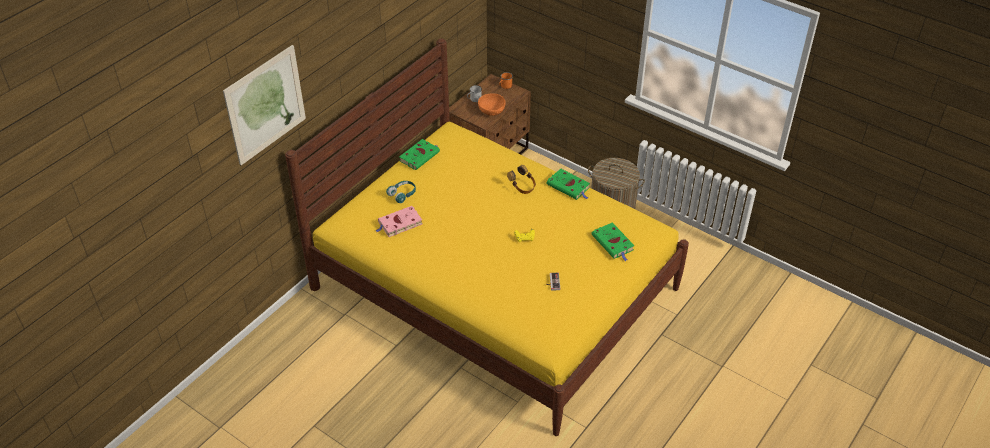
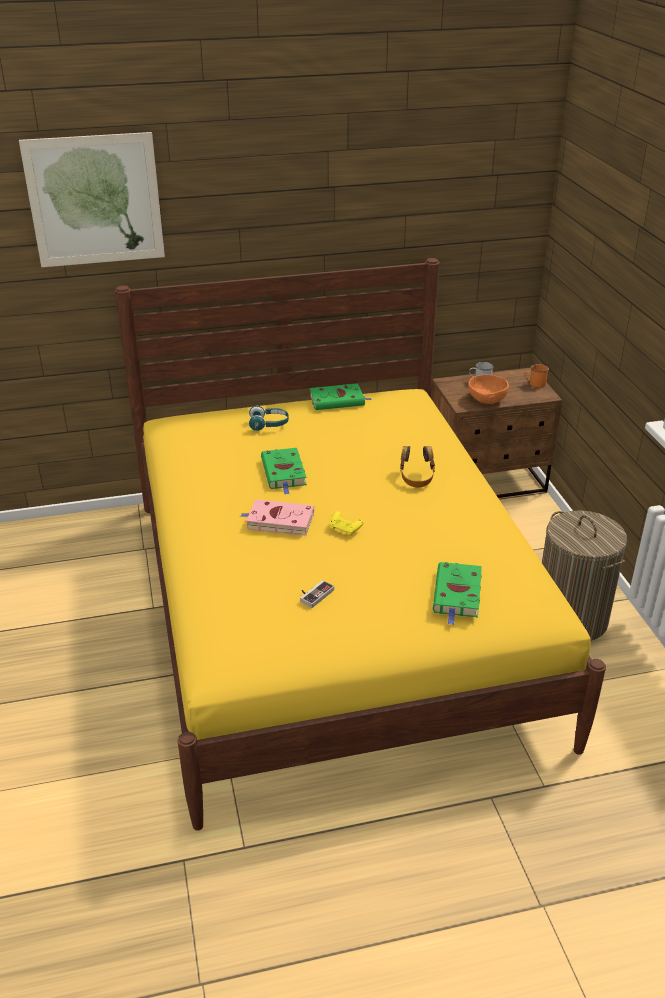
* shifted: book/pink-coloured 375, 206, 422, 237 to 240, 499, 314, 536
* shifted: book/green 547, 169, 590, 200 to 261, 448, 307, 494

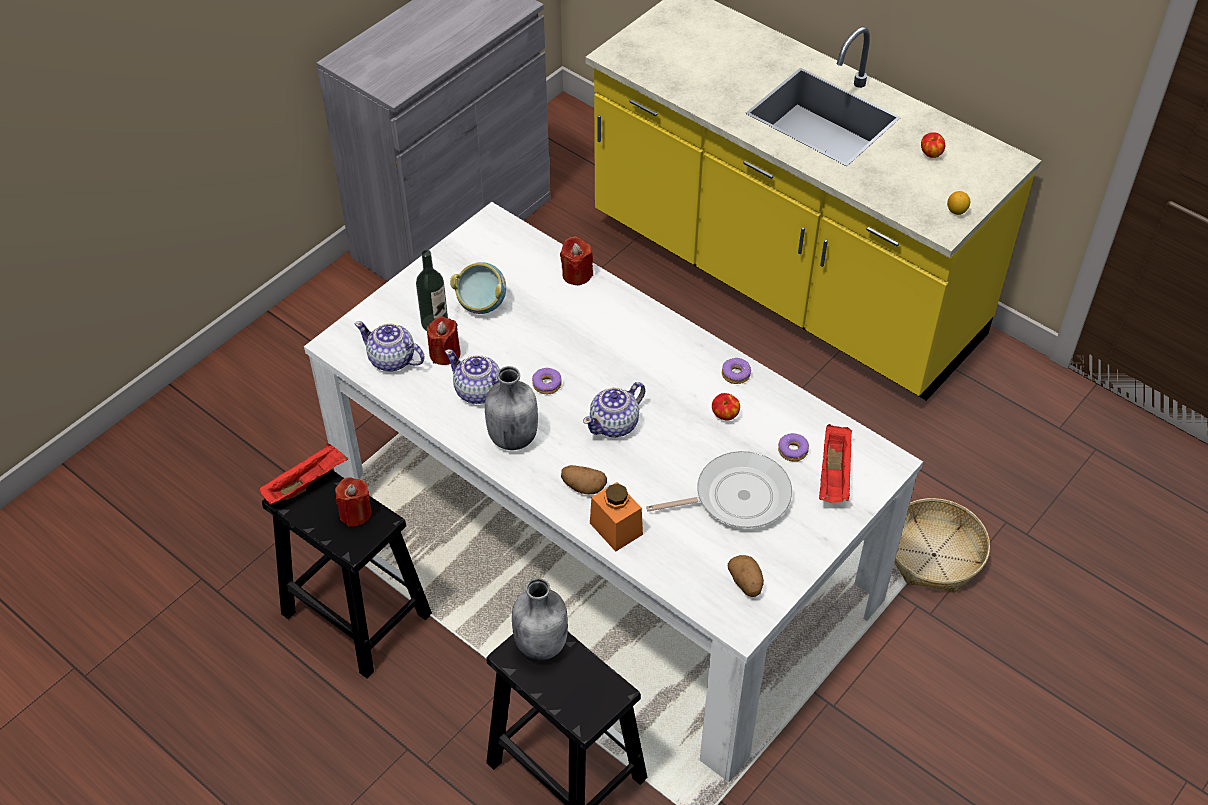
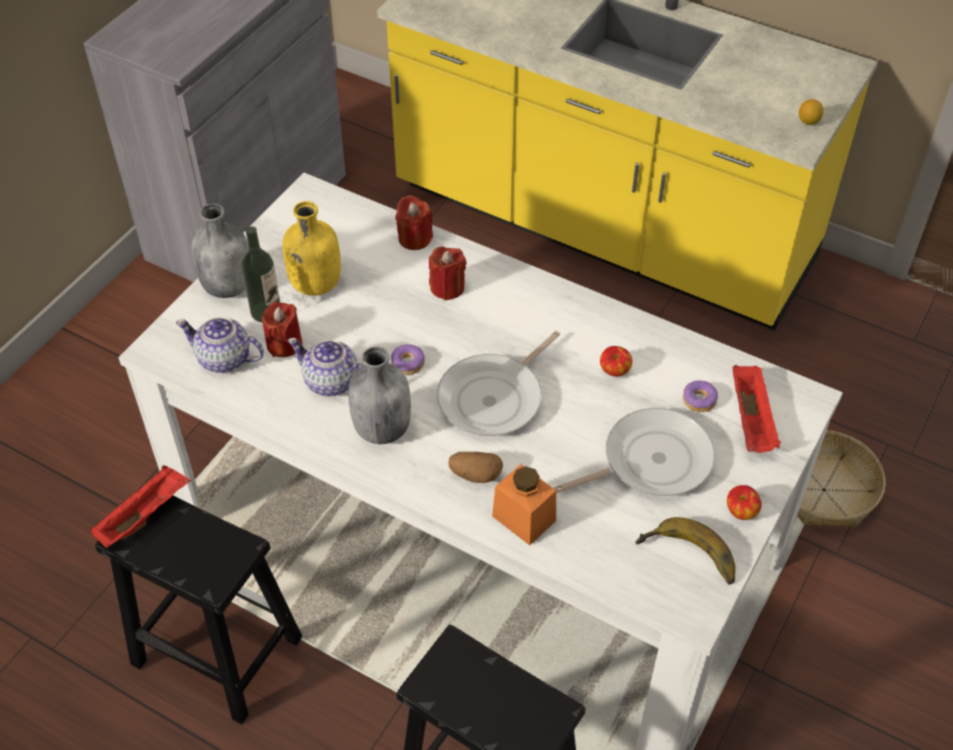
* shifted: beverage bottle/grey 512, 578, 568, 660 to 191, 203, 249, 298
* swapped: serving bowl 450, 262, 506, 314 to beverage bottle/yellowish 283, 201, 341, 296
* shifted: candle/reddish 335, 477, 372, 526 to 429, 247, 467, 300
* swapped: tea pot 583, 382, 645, 437 to frying pan 437, 331, 560, 436
* swapped: spud 728, 555, 764, 597 to banana fruit 635, 517, 735, 585
* shifted: apple fruit 921, 132, 945, 158 to 727, 485, 762, 520
* gone: donut 722, 358, 751, 384

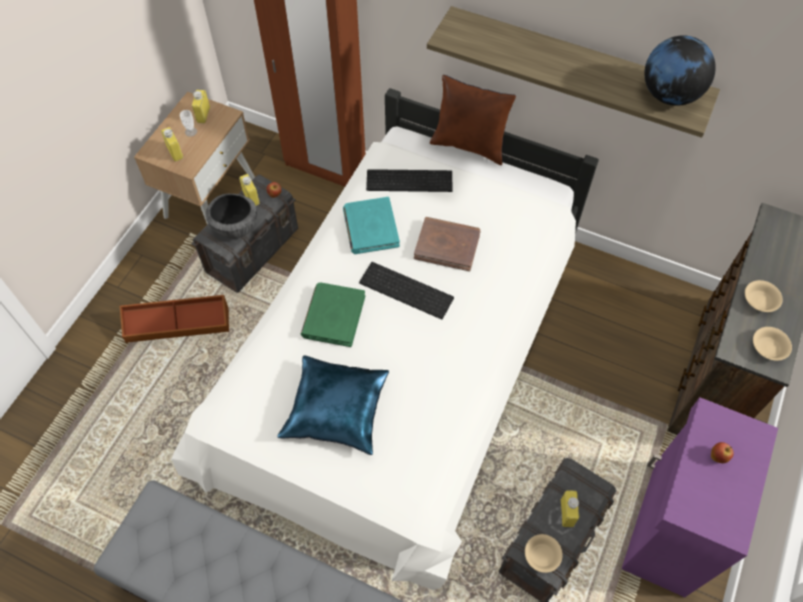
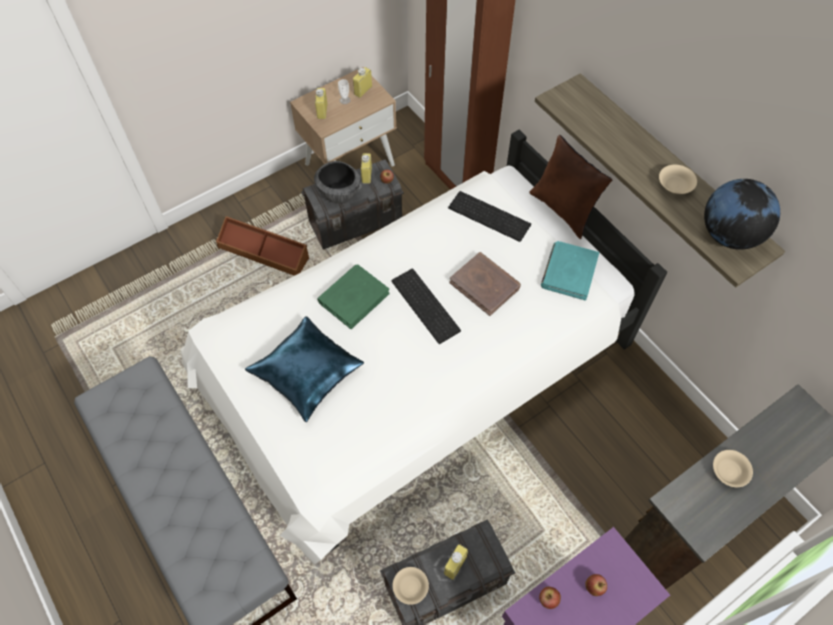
* new: apple fruit 539, 587, 561, 609
* shifted: book/turquoise-coloured 343, 197, 400, 254 to 541, 241, 599, 300
* shifted: serving bowl/sand-coloured 753, 327, 792, 361 to 659, 165, 697, 194

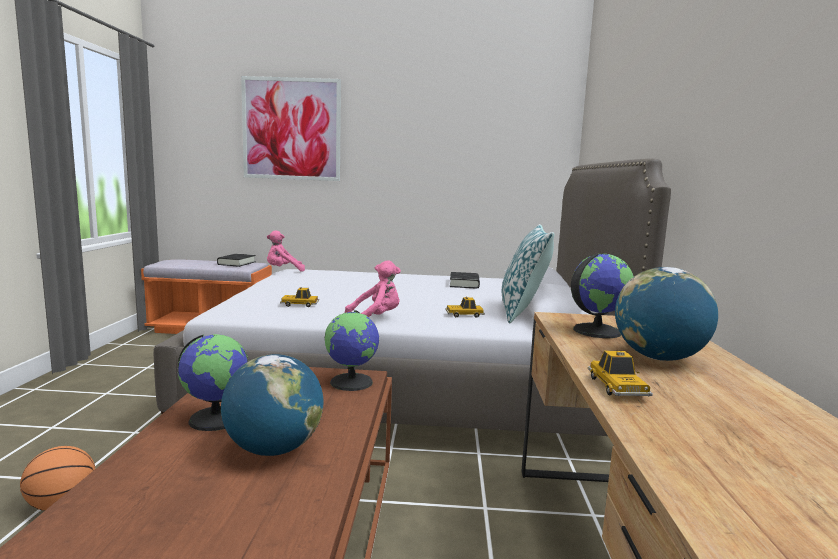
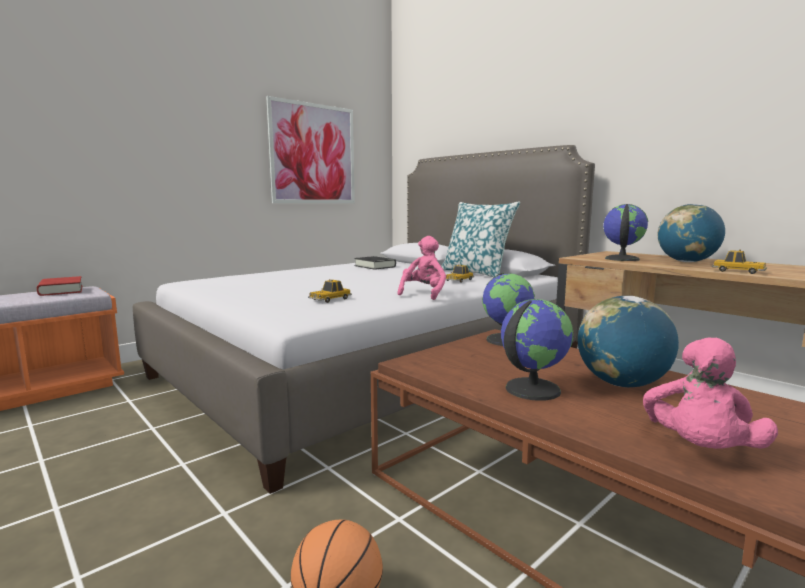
* repainted: book/black 217, 254, 256, 267 to book/reddish 37, 276, 83, 296
* shifted: picture 241, 76, 341, 181 to 266, 96, 355, 203
* shifted: cuddly toy/pink-coloured 267, 230, 305, 272 to 643, 338, 778, 449

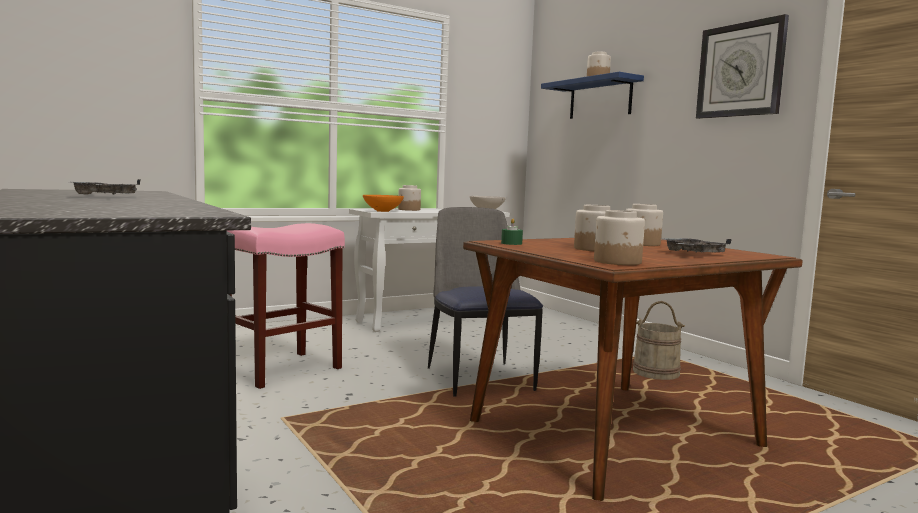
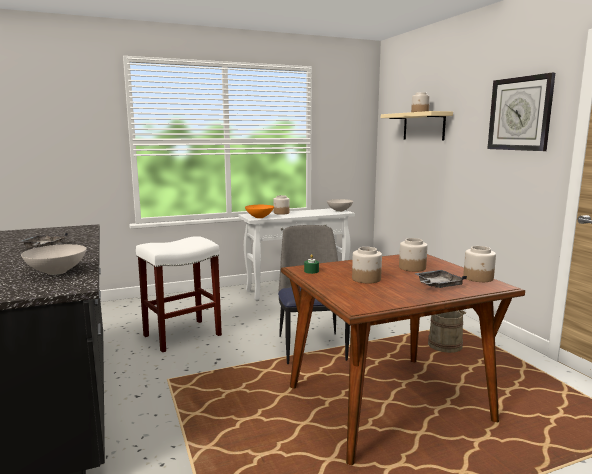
* new: serving bowl/whitish 21, 244, 86, 275
* repainted: stool seat/pink-coloured 226, 223, 345, 389 to stool seat/whitish 136, 236, 222, 353
* repainted: wall shelf/blue-coloured 541, 72, 644, 119 to wall shelf/sand-coloured 381, 111, 453, 140
* shifted: jar 594, 210, 645, 265 to 463, 246, 496, 282

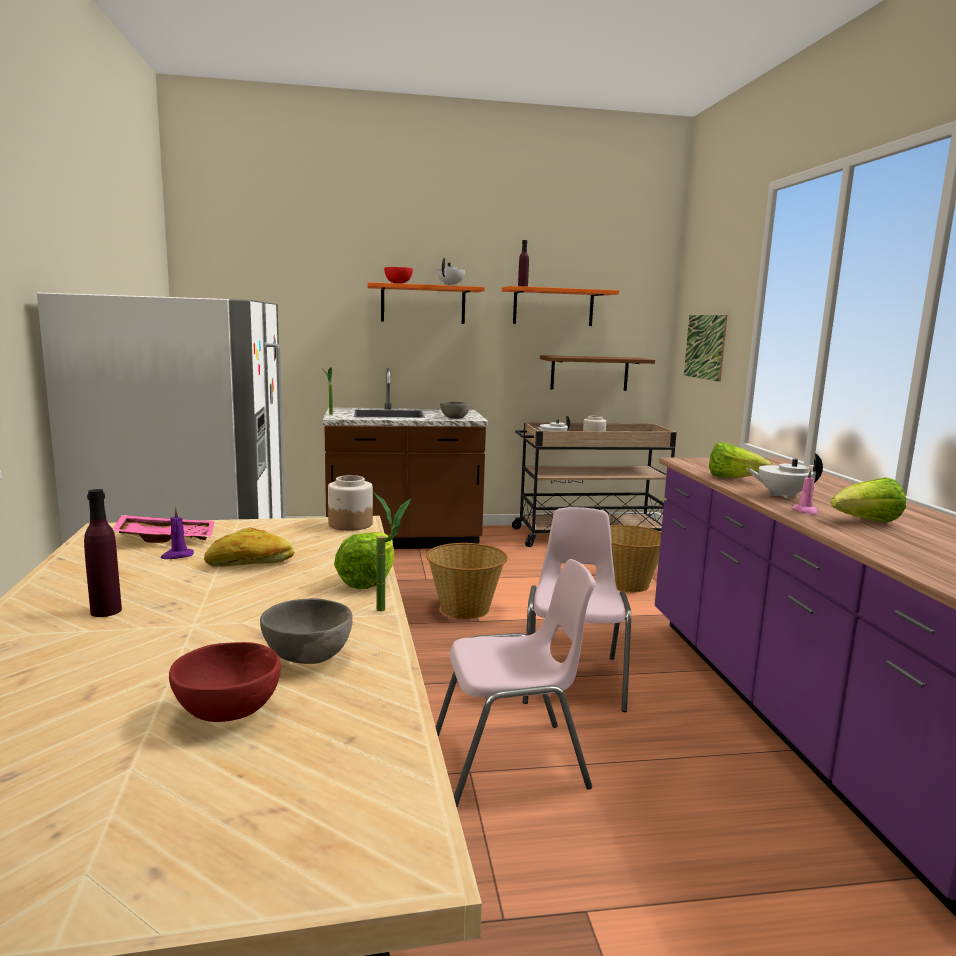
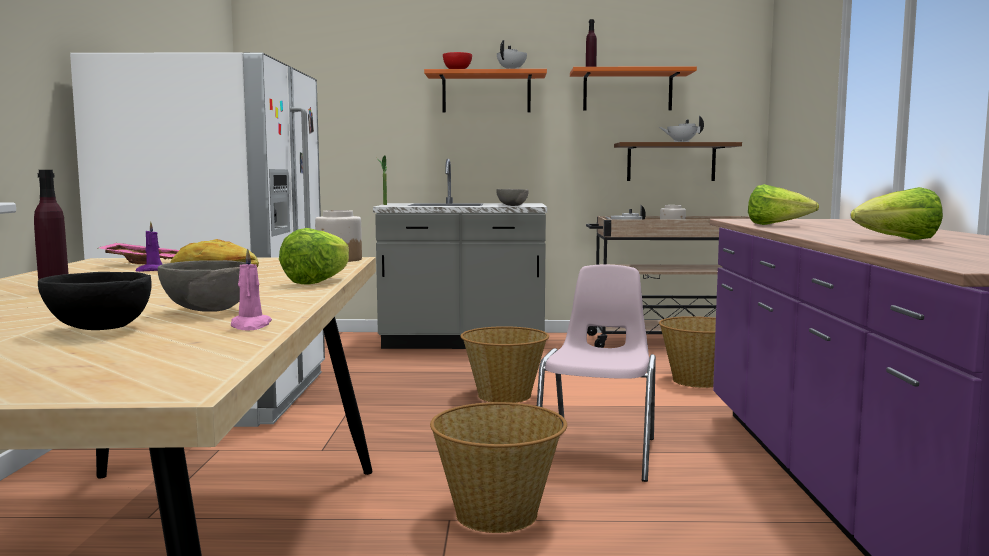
* repainted: serving bowl/reddish 169, 642, 281, 722 to serving bowl/black 38, 272, 152, 330
* shifted: candle/pink-coloured 792, 469, 818, 515 to 231, 248, 272, 330
* repainted: kitchen base unit/brownish 323, 368, 488, 549 to kitchen base unit/grey 373, 159, 547, 349
* swapped: upright chair/pink-coloured 436, 559, 596, 807 to household basket 430, 402, 567, 533
* shifted: tea pot/whitish 747, 453, 823, 499 to 659, 116, 704, 142
* gone: potted plant 374, 493, 411, 612
* gone: picture 684, 315, 727, 382

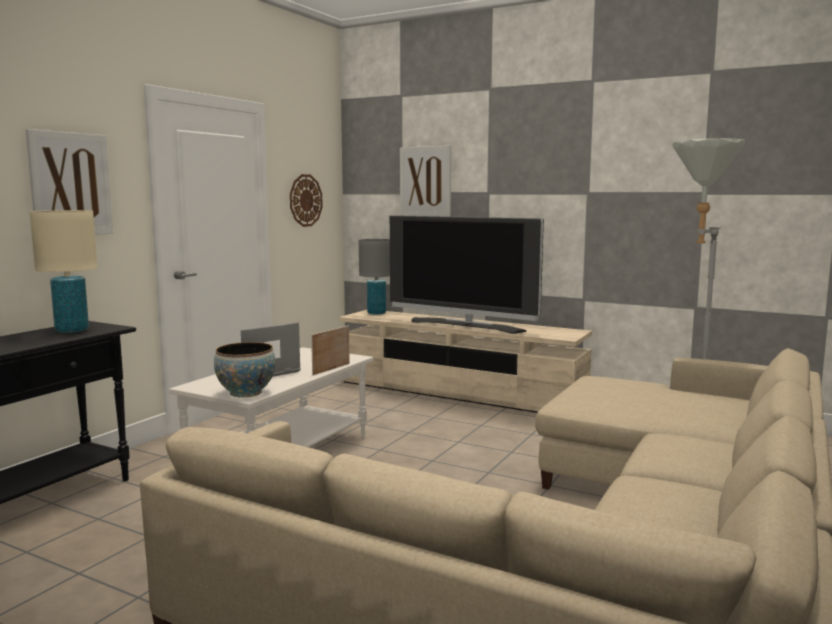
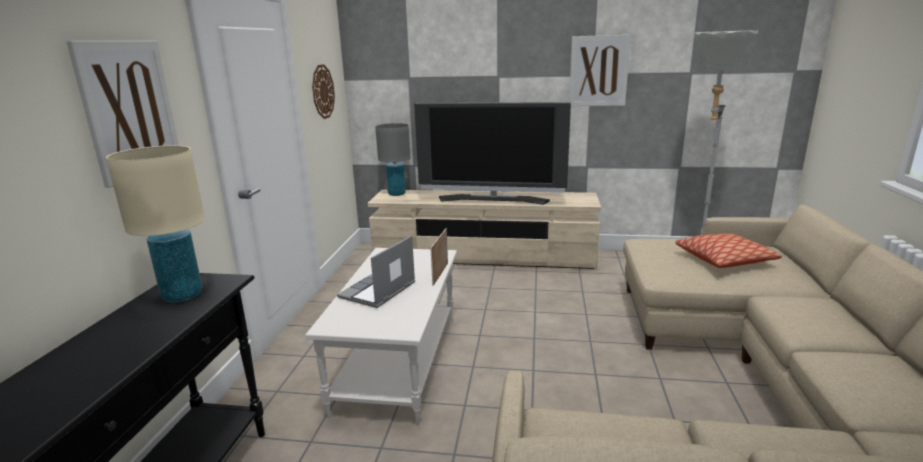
* shifted: picture 400, 146, 451, 217 to 569, 35, 631, 106
* new: throw pillow 675, 233, 782, 268
* gone: serving bowl 214, 342, 275, 397

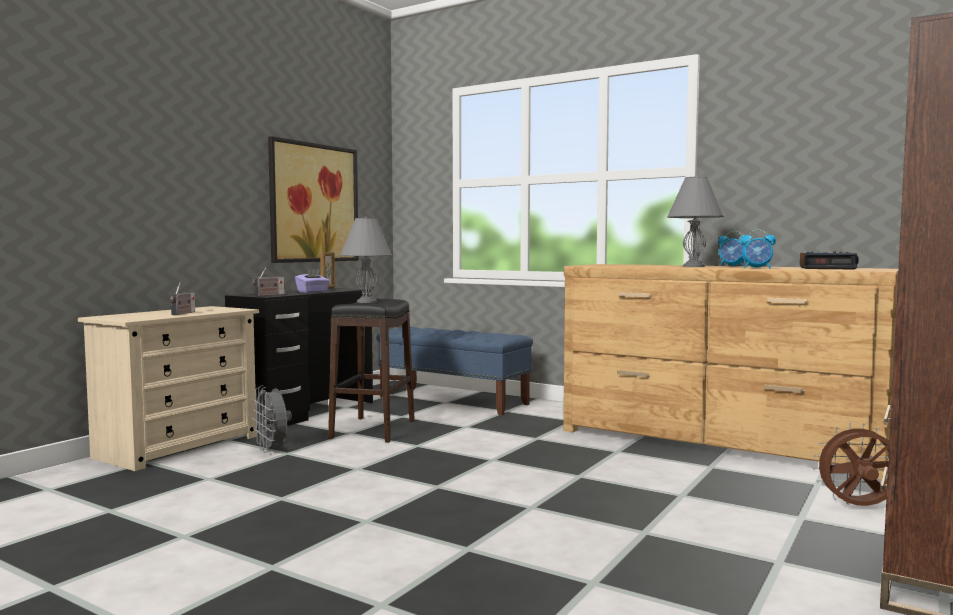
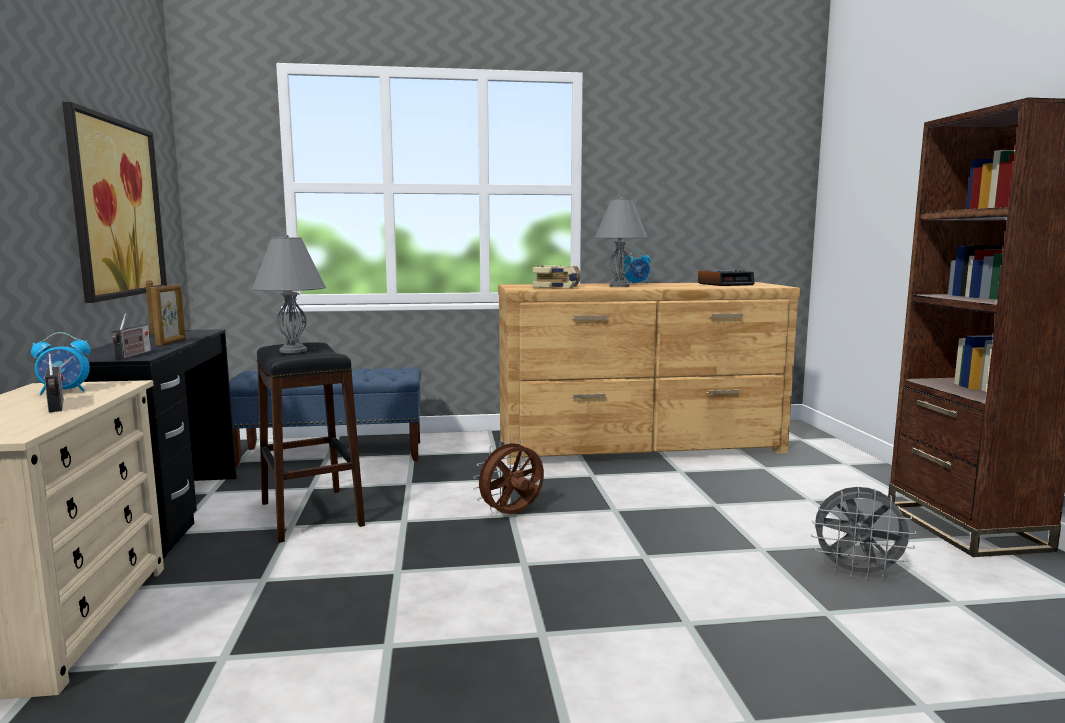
* shifted: bedside clock 741, 229, 776, 268 to 31, 332, 91, 395
* swapped: box of tissues/purple 295, 269, 330, 293 to picture frame 151, 284, 186, 346
* shifted: electric fan/brownish 813, 423, 889, 506 to 473, 438, 544, 514
* new: book 533, 265, 581, 288
* shifted: electric fan/grey 252, 385, 292, 453 to 811, 487, 917, 580

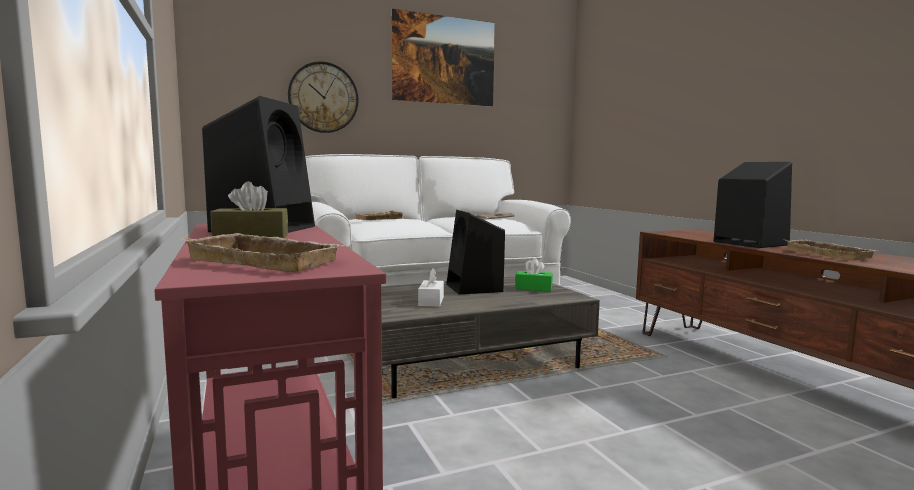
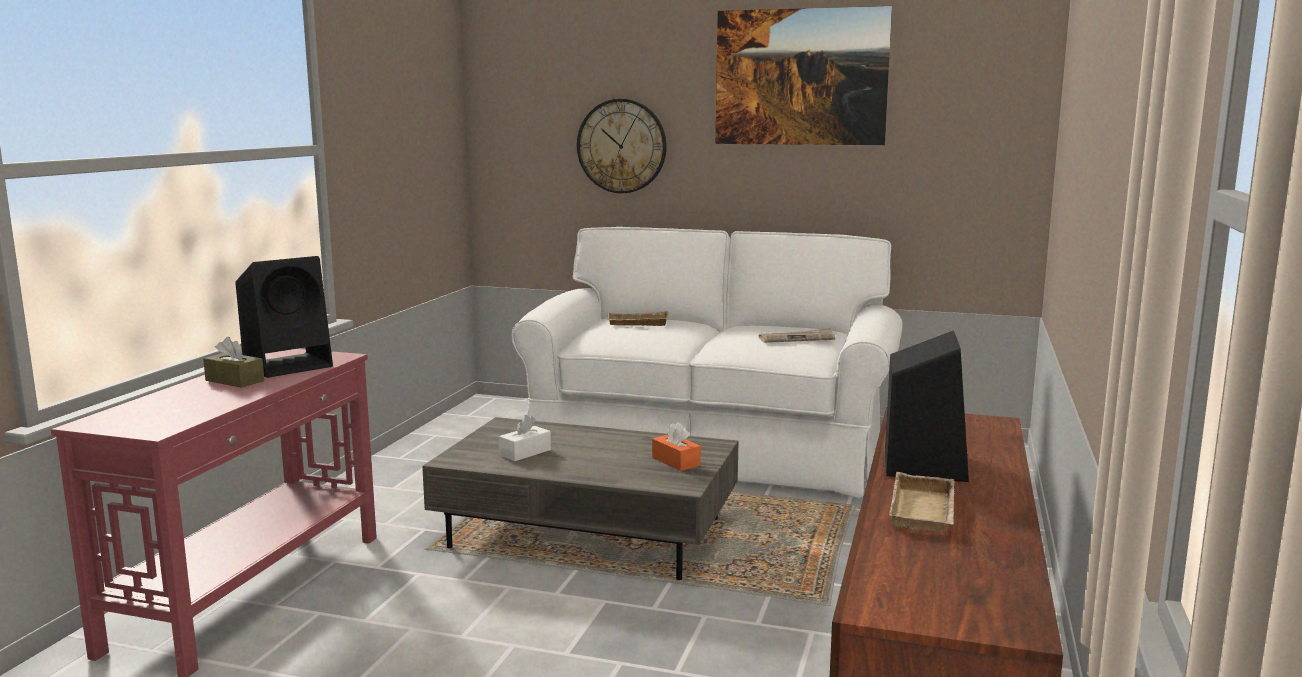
* repainted: box of tissues/green 515, 258, 553, 292 to box of tissues/orange-coloured 652, 422, 701, 471
* gone: serving tray/sand-coloured 179, 233, 347, 272
* gone: loudspeaker/black 446, 210, 505, 294

